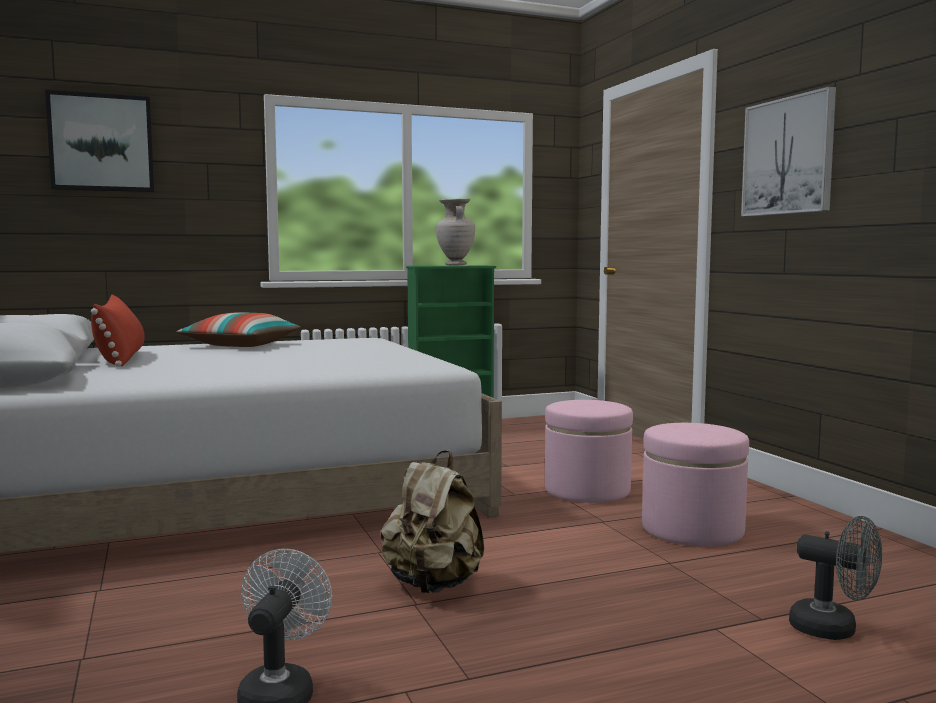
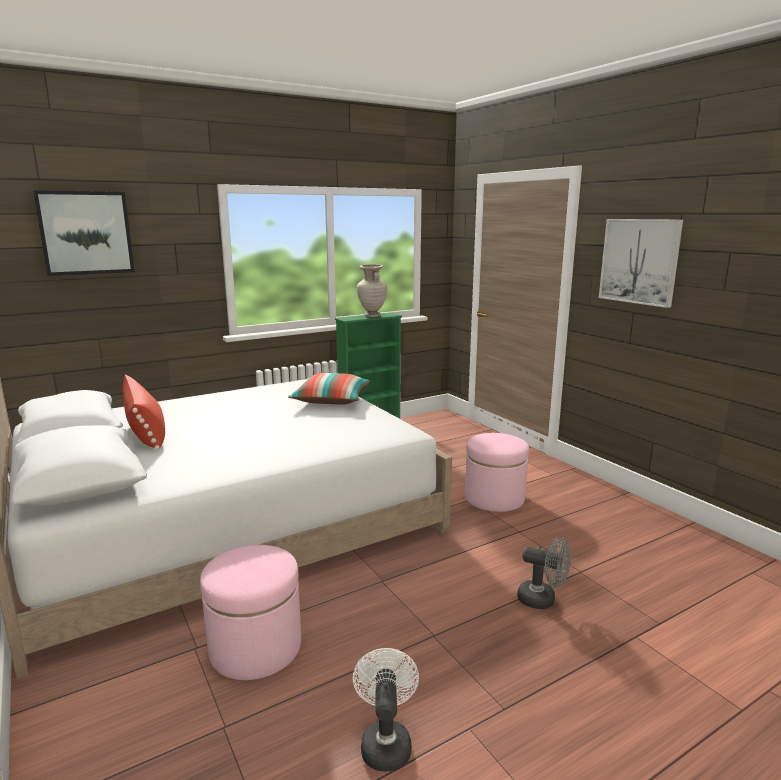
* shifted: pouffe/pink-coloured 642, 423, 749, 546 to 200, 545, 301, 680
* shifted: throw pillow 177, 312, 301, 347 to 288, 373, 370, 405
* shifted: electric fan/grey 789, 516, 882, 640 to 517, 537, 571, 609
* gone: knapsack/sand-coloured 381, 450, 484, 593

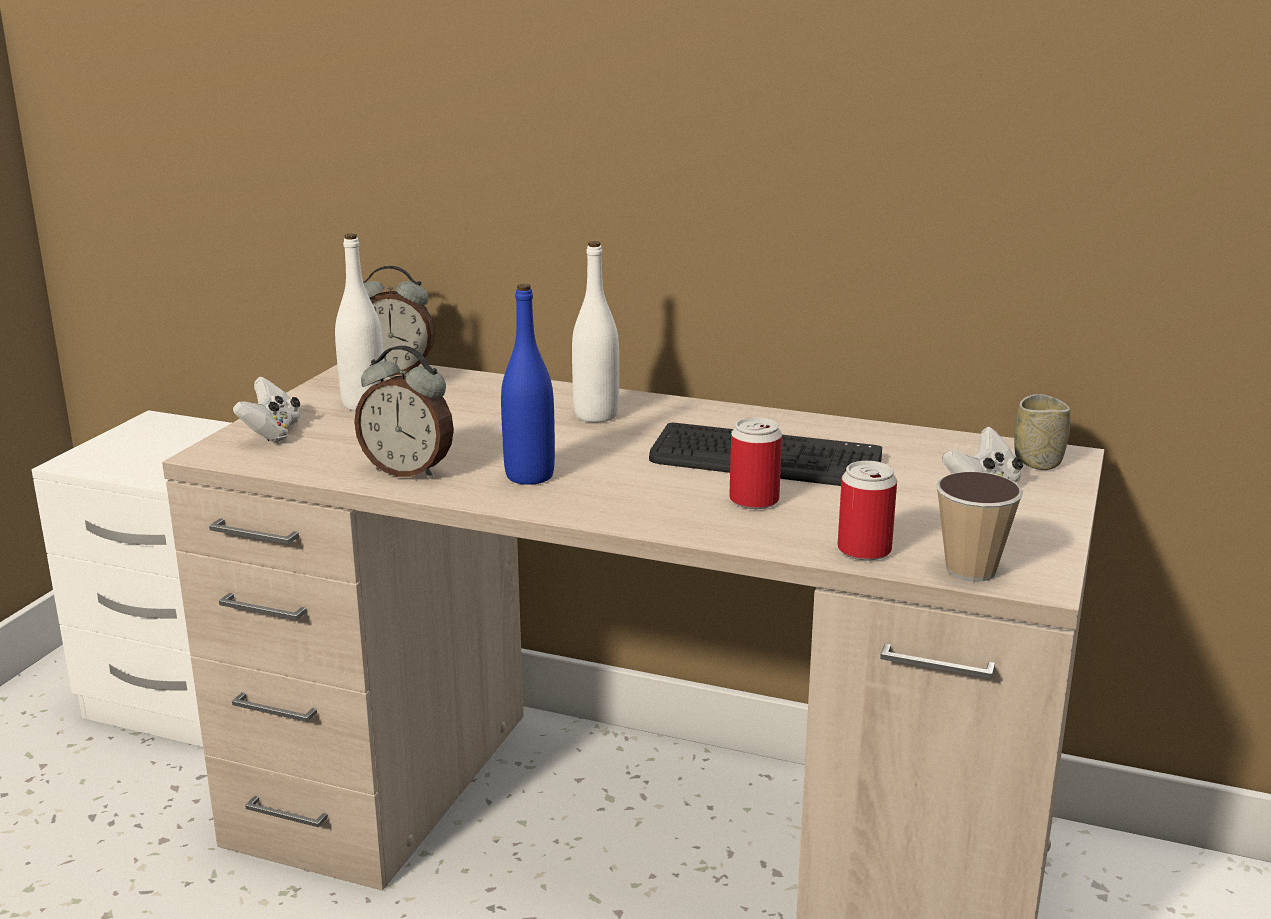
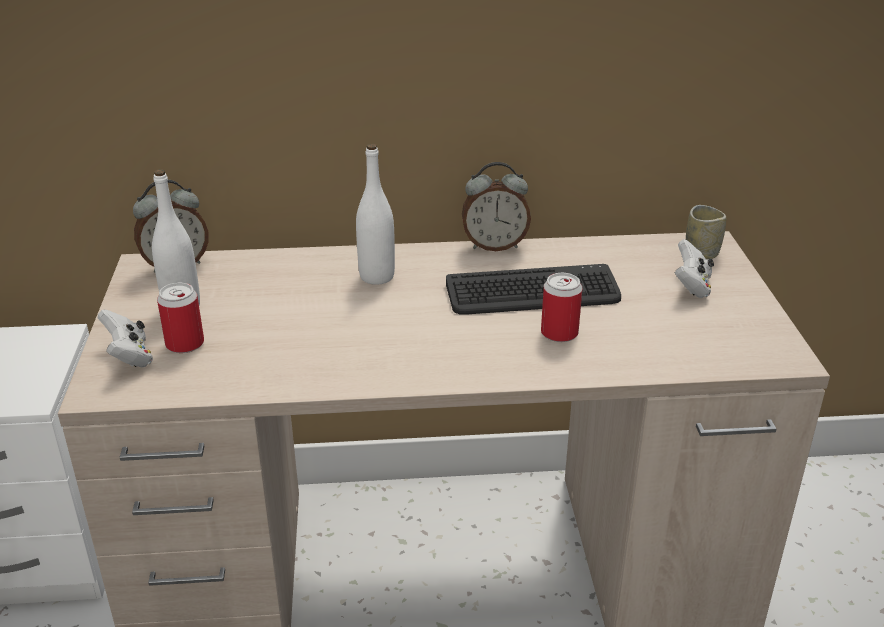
* shifted: can 838, 461, 897, 560 to 157, 283, 204, 353
* shifted: bedside clock 354, 346, 454, 479 to 462, 162, 531, 251
* gone: beverage bottle/blue-coloured 501, 284, 555, 485
* gone: drinking cup 936, 471, 1023, 582

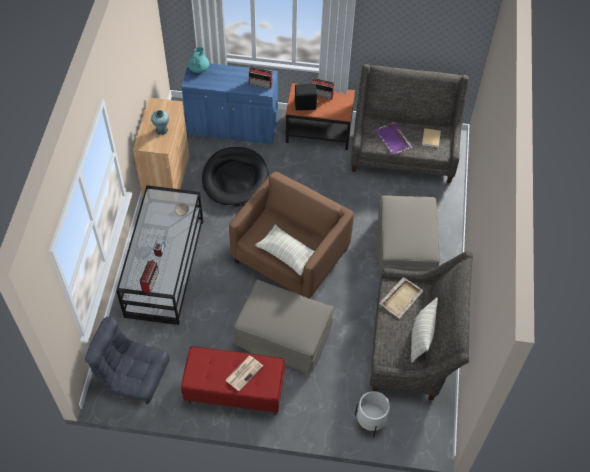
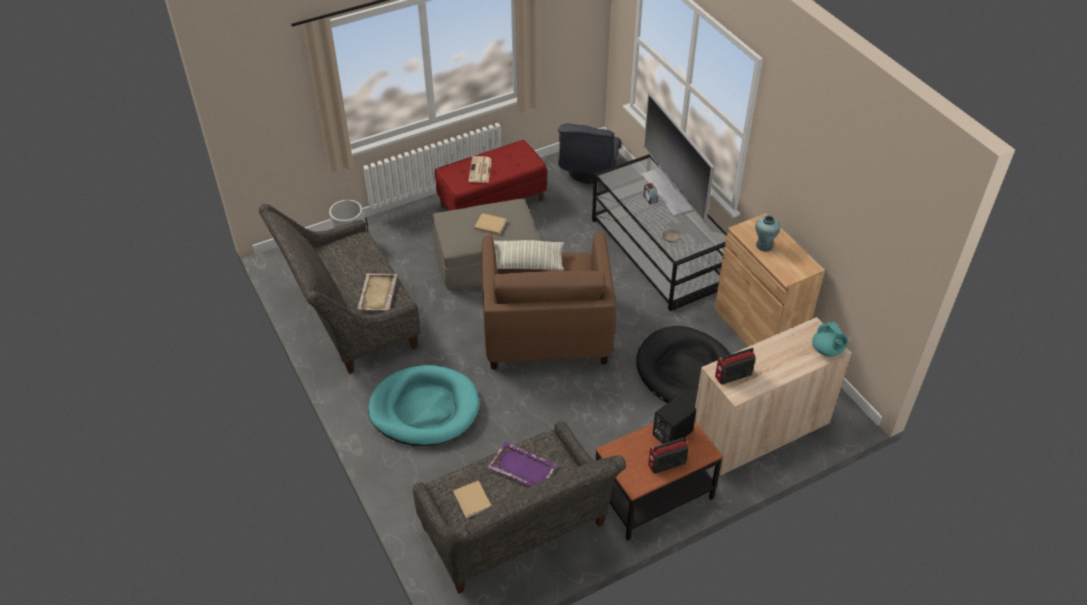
* swapped: pouffe/sand-coloured 376, 195, 440, 279 to dog bed/turquoise-coloured 368, 365, 479, 446
* new: book/sand-coloured 474, 213, 507, 235
* rotated: armchair/grey 85, 317, 170, 404 = 558, 123, 621, 183 120 degrees clockwise
* new: TV 641, 92, 714, 223
* repainted: cabinet/blue-coloured 182, 63, 278, 144 to cabinet/sand-coloured 695, 317, 852, 476
* gone: radio 140, 259, 159, 293
* gone: throw pillow 411, 298, 438, 363

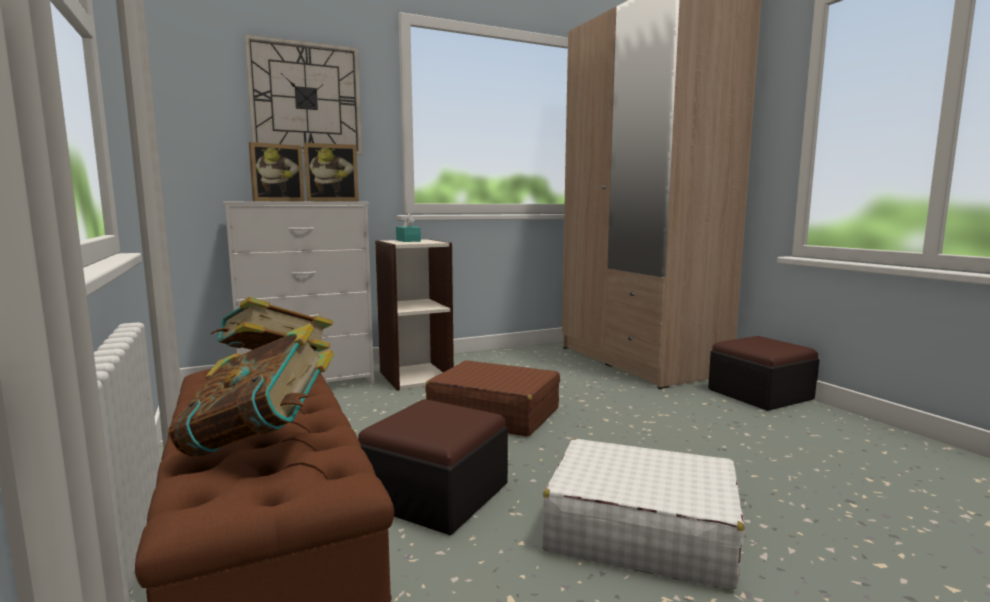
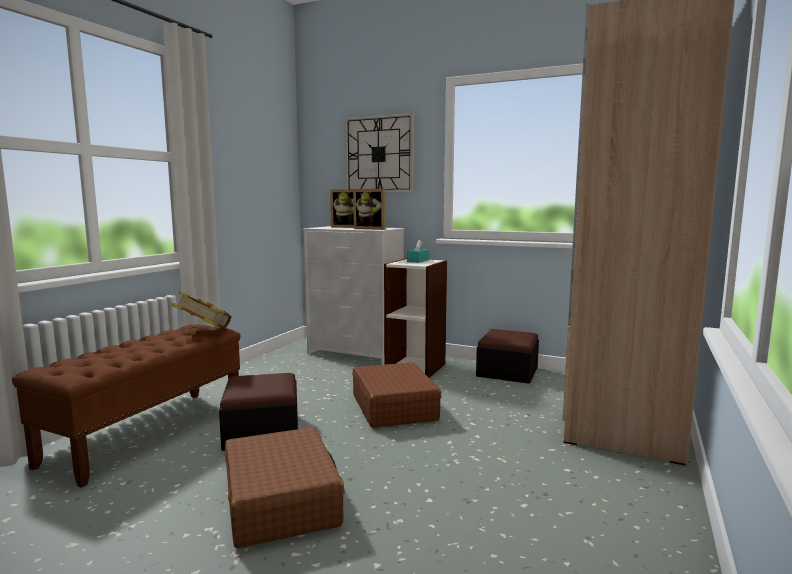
* repainted: suitcase/whitish 542, 439, 745, 590 to suitcase/brownish 225, 427, 345, 548
* shifted: pouffe 708, 336, 819, 411 to 476, 329, 539, 384
* gone: book 168, 323, 334, 457

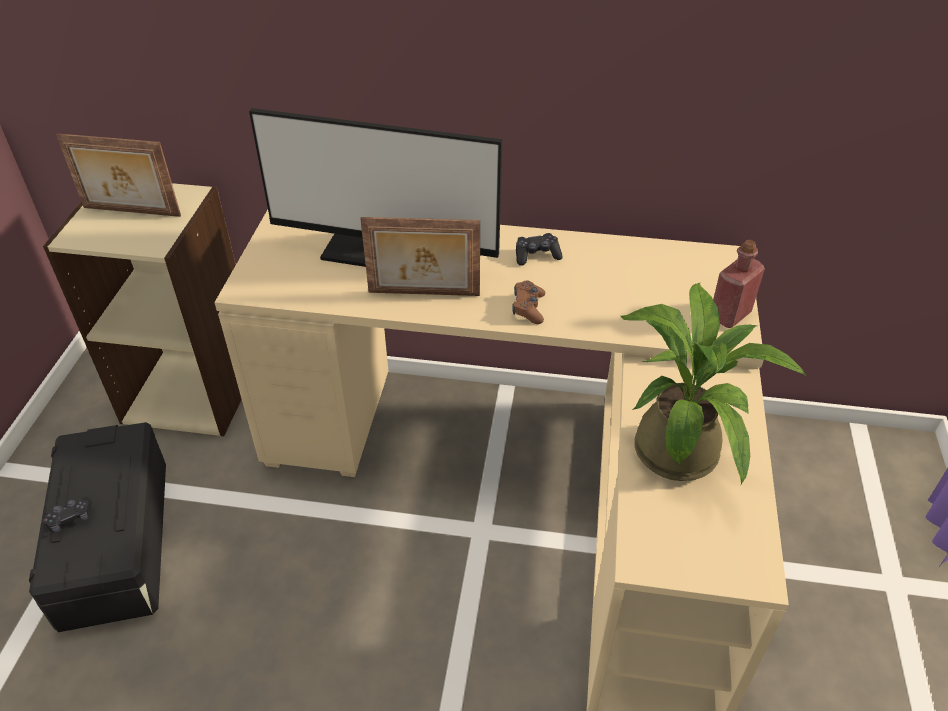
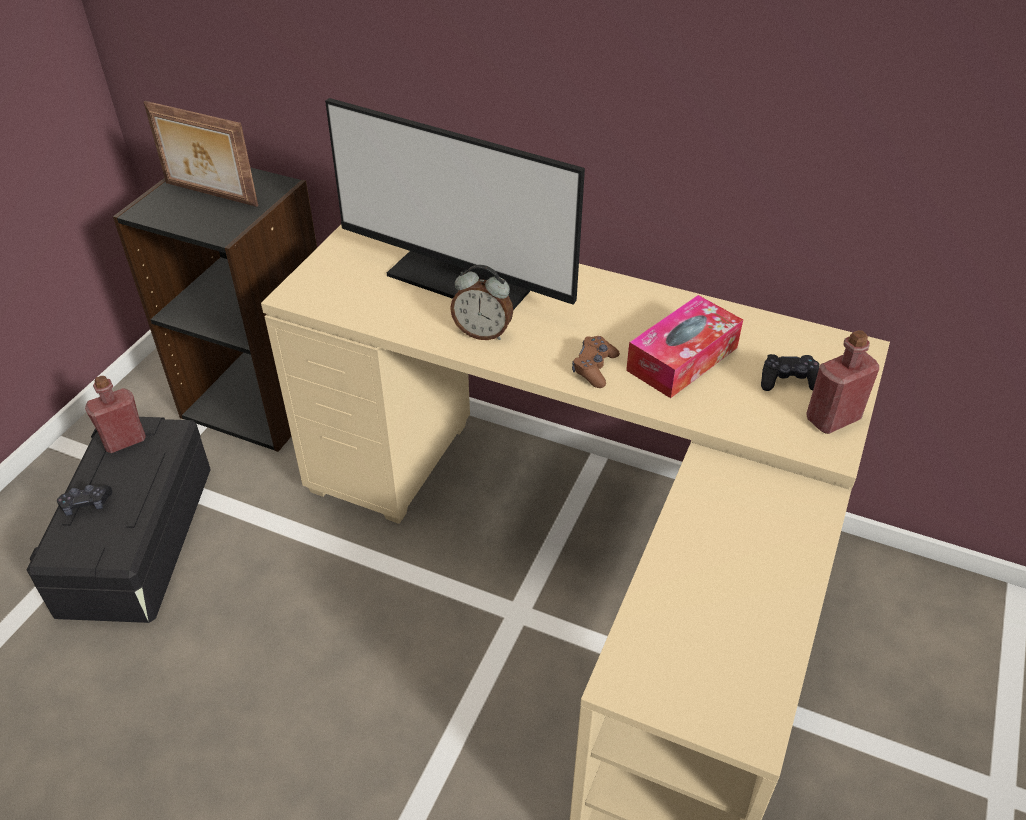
* new: beverage bottle/reddish 85, 376, 146, 453
* repainted: bookcase/sand-coloured 43, 183, 242, 436 to bookcase/black 113, 167, 317, 452
* swapped: picture frame 360, 217, 480, 296 to bedside clock 450, 265, 513, 340
* new: box of tissues 626, 295, 743, 398
* shifted: joypad/black 516, 233, 562, 266 to 761, 354, 820, 391
* gone: potted plant 621, 282, 807, 484

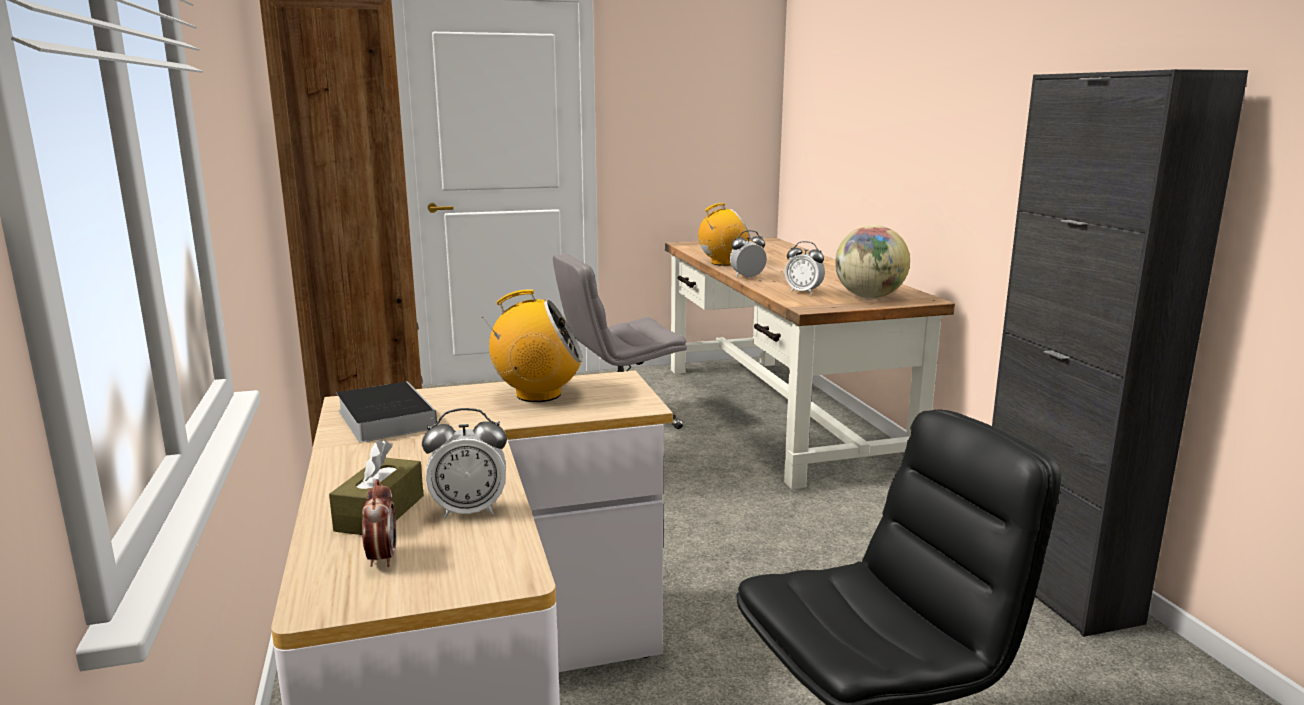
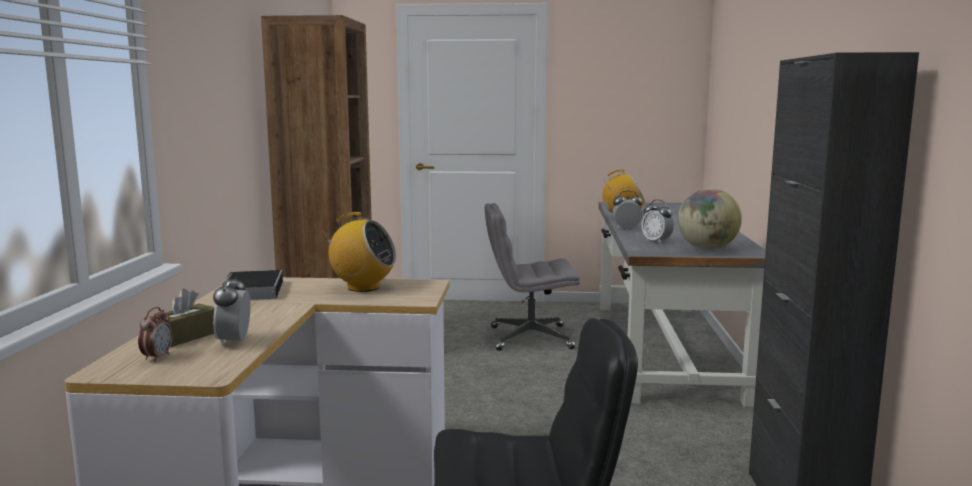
* rotated: bedside clock 422, 408, 507, 519 = 213, 272, 250, 347 75 degrees clockwise
* repainted: desk table/brownish 665, 238, 955, 489 to desk table/grey 599, 202, 766, 407

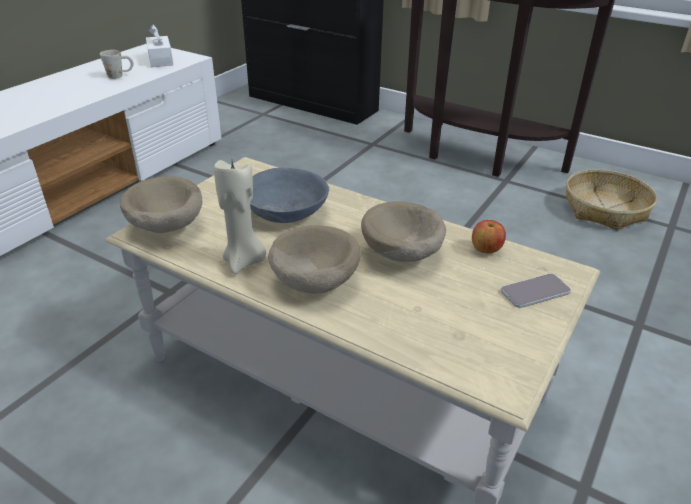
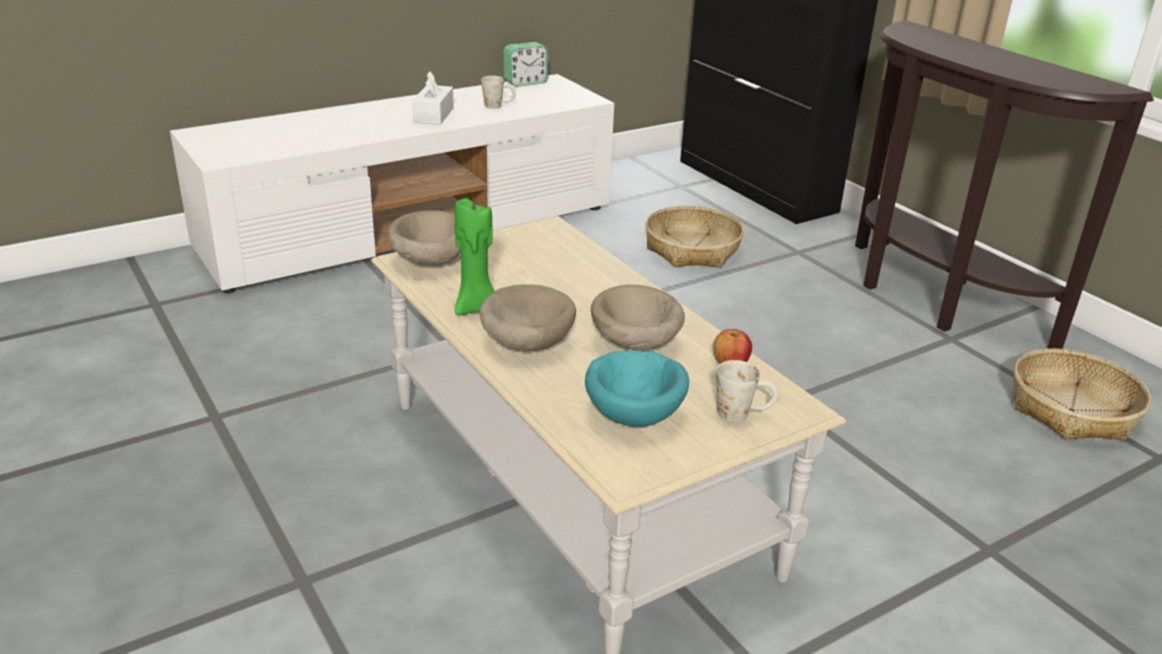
* shifted: box of tissues/whitish 146, 25, 174, 67 to 412, 71, 454, 125
* repainted: candle/sand-coloured 214, 160, 266, 274 to candle/green 455, 198, 495, 315
* new: bedside clock 503, 42, 549, 87
* new: serving bowl/turquoise-coloured 585, 350, 689, 427
* new: household basket 645, 206, 744, 268
* swapped: telephone 501, 273, 571, 308 to coffee mug/whitish 716, 360, 779, 422
* gone: serving bowl/grey 250, 167, 329, 223

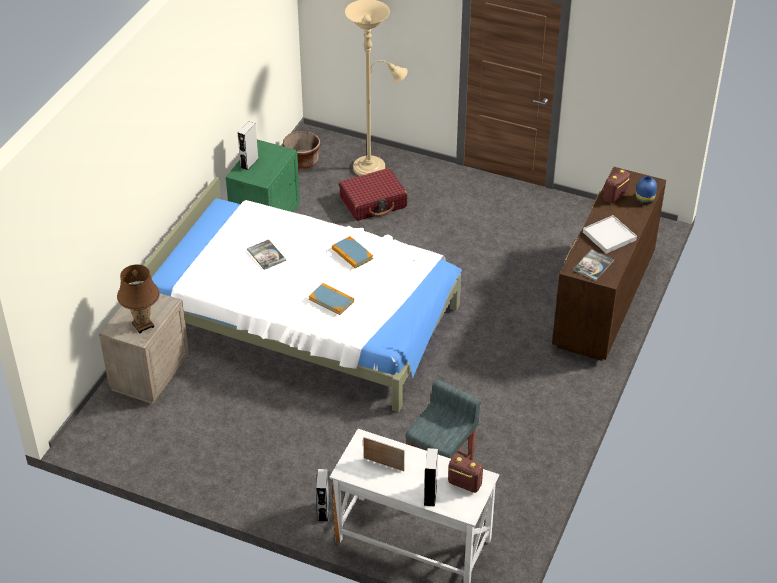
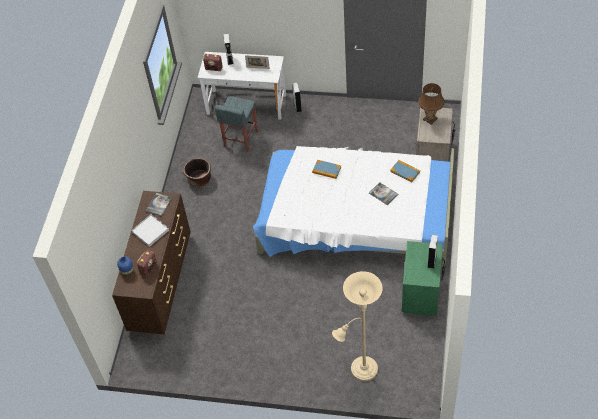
* shifted: flower pot/brownish 283, 131, 321, 169 to 183, 158, 211, 187
* shifted: book 332, 236, 373, 268 to 390, 160, 420, 183
* gone: suitcase/reddish 339, 168, 407, 221

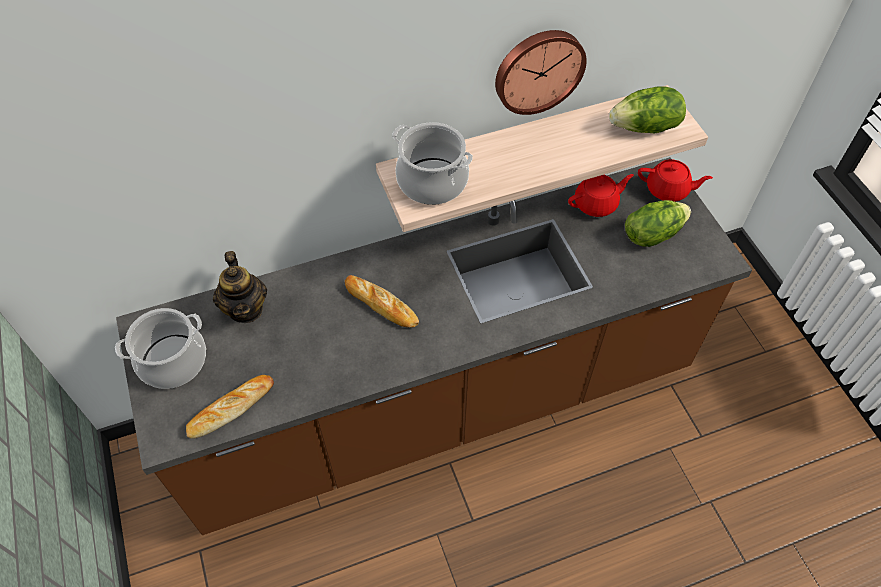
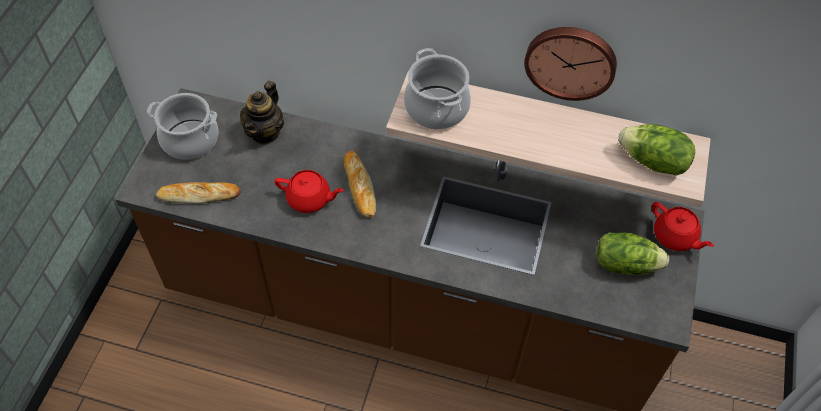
* shifted: tea pot/reddish 568, 174, 634, 217 to 275, 170, 344, 213

